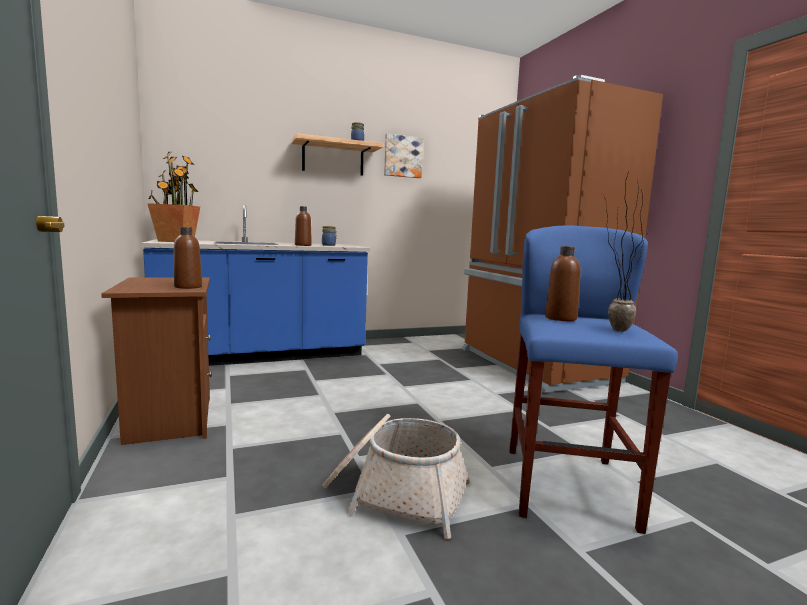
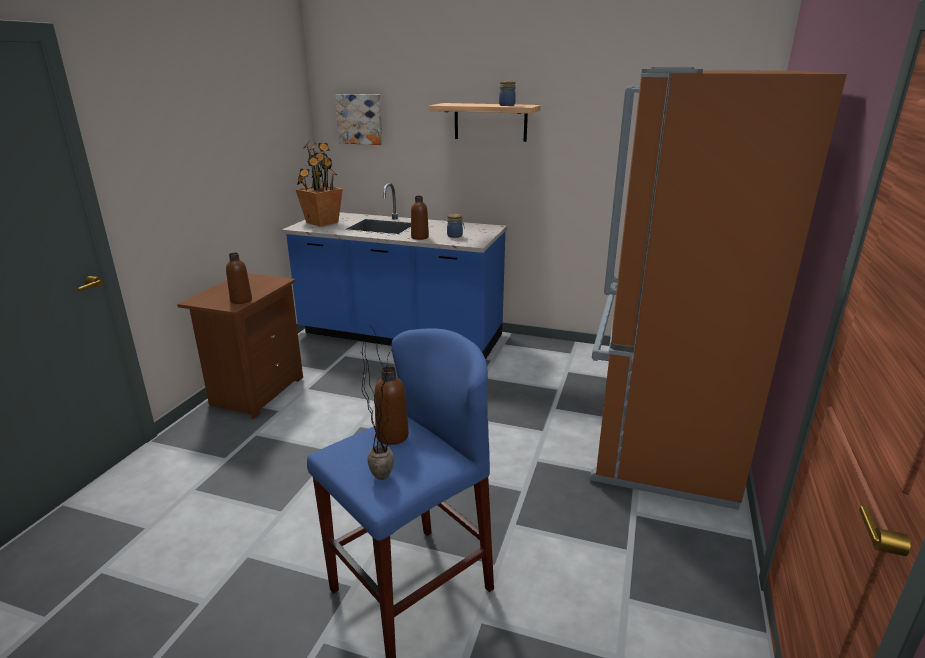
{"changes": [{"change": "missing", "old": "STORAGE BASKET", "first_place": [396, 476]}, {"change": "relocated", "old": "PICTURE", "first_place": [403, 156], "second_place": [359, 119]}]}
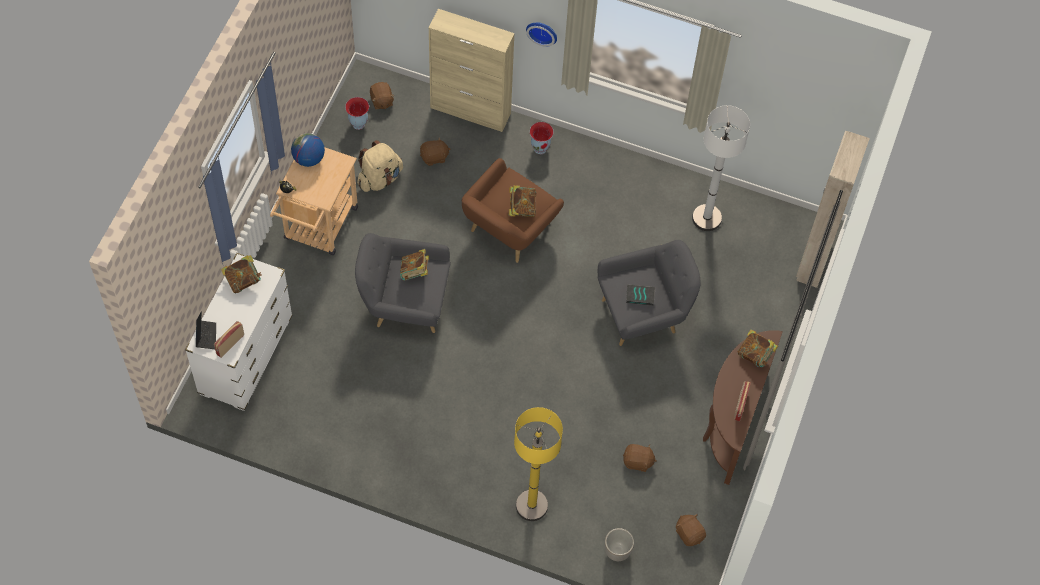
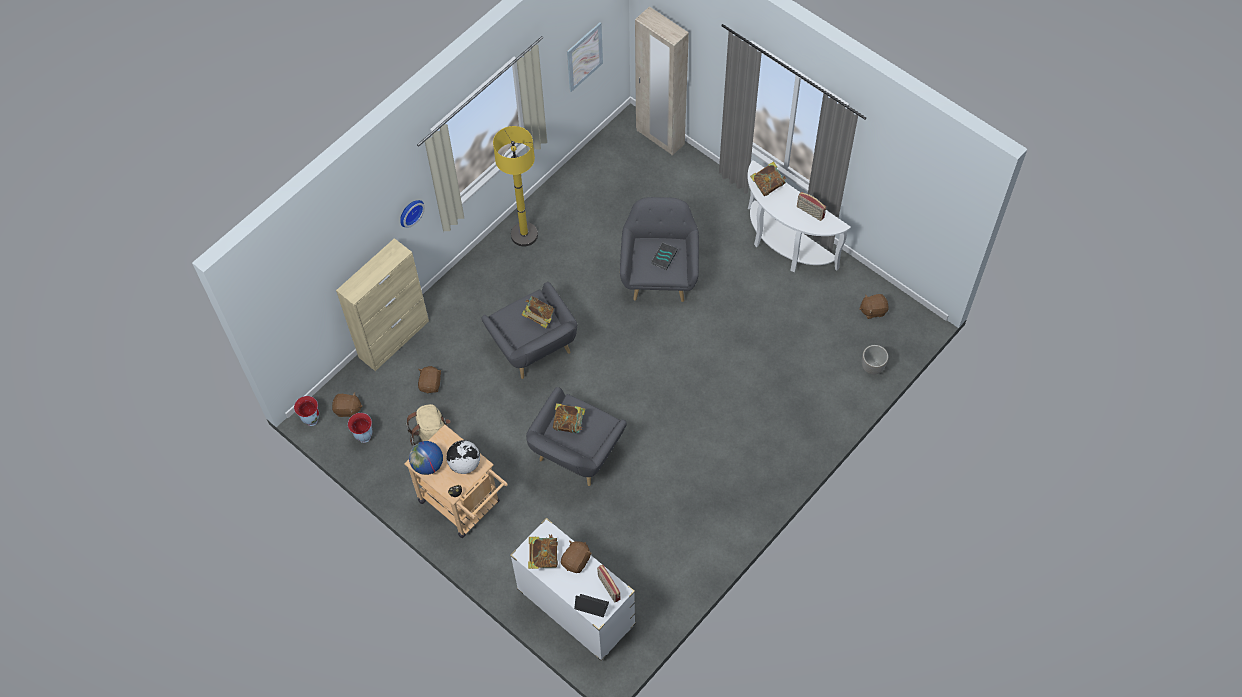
{"changes": [{"change": "missing", "old": "WHITE STANDING LAMP", "first_place": [721, 168]}, {"change": "appeared", "new": "GLOBE", "second_place": [463, 457]}, {"change": "appeared", "new": "PICTURE", "second_place": [585, 57]}, {"change": "relocated", "old": "YELLOW STANDING LAMP", "first_place": [538, 464], "second_place": [515, 186]}, {"change": "relocated", "old": "FLOWER VASE", "first_place": [542, 138], "second_place": [306, 411]}, {"change": "relocated", "old": "BROWN CUDDLY TOY", "first_place": [640, 458], "second_place": [576, 556]}, {"change": "colour", "old": "BROWN EASY CHAIR", "new": "GREYISH EASY CHAIR", "first_place": [513, 210], "second_place": [530, 330]}, {"change": "colour", "old": "BROWN NARROW TABLE", "new": "WHITE NARROW TABLE", "first_place": [742, 407], "second_place": [799, 216]}]}
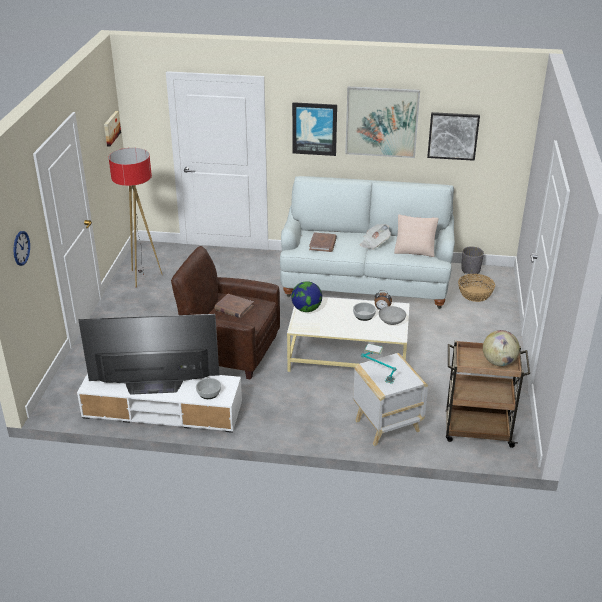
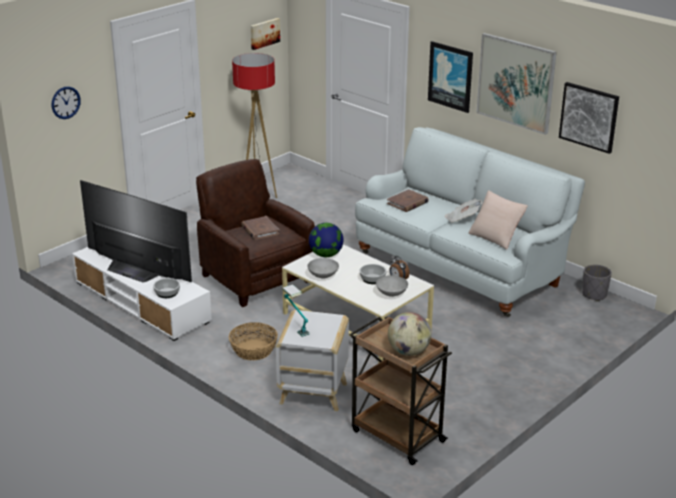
{"changes": [{"change": "appeared", "new": "GREYISH DEEP DISH", "second_place": [323, 268]}, {"change": "relocated", "old": "STORAGE BASKET", "first_place": [476, 288], "second_place": [253, 341]}]}
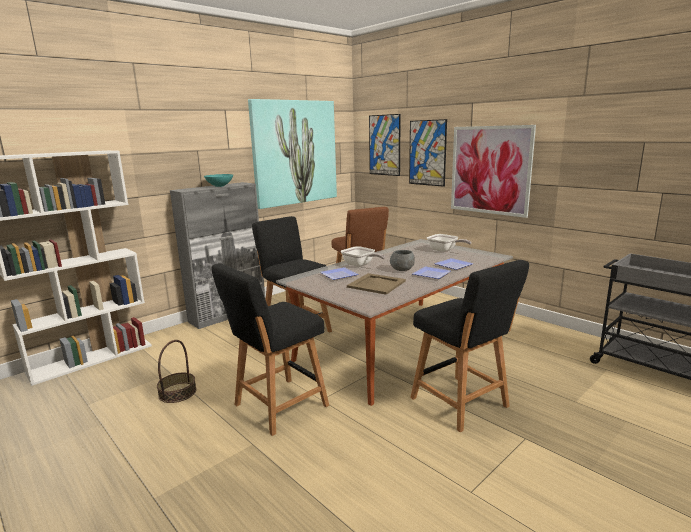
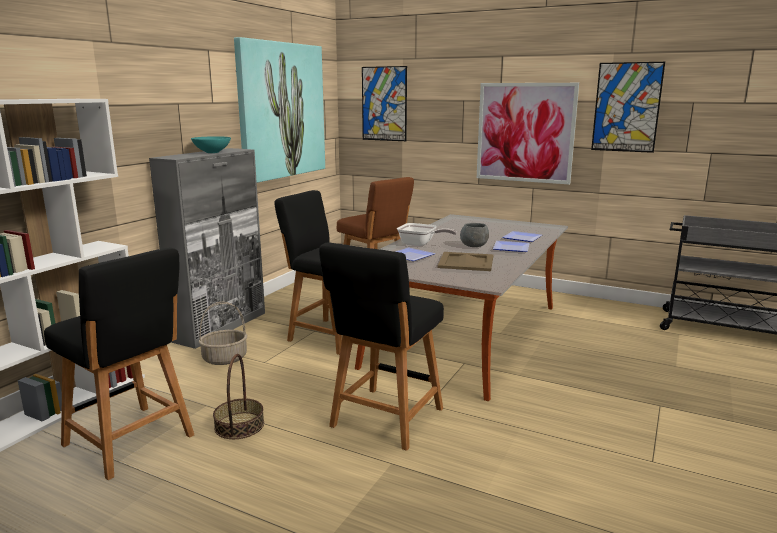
{"changes": [{"change": "missing", "old": "FRYING PAN", "first_place": [449, 243]}, {"change": "appeared", "new": "STORAGE BASKET", "second_place": [223, 333]}, {"change": "relocated", "old": "PICTURE", "first_place": [428, 153], "second_place": [628, 107]}, {"change": "relocated", "old": "BLACK SITTING STOOL", "first_place": [469, 346], "second_place": [119, 363]}]}
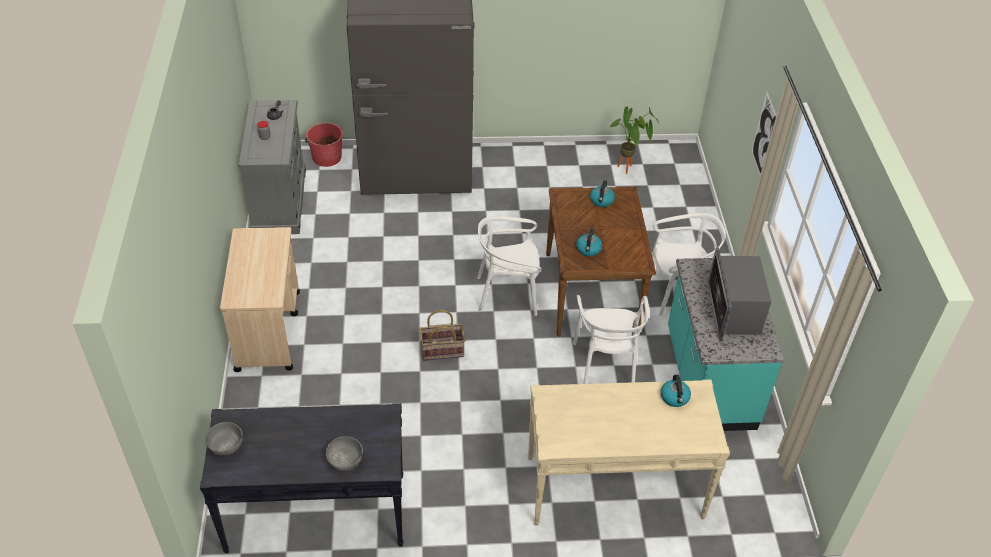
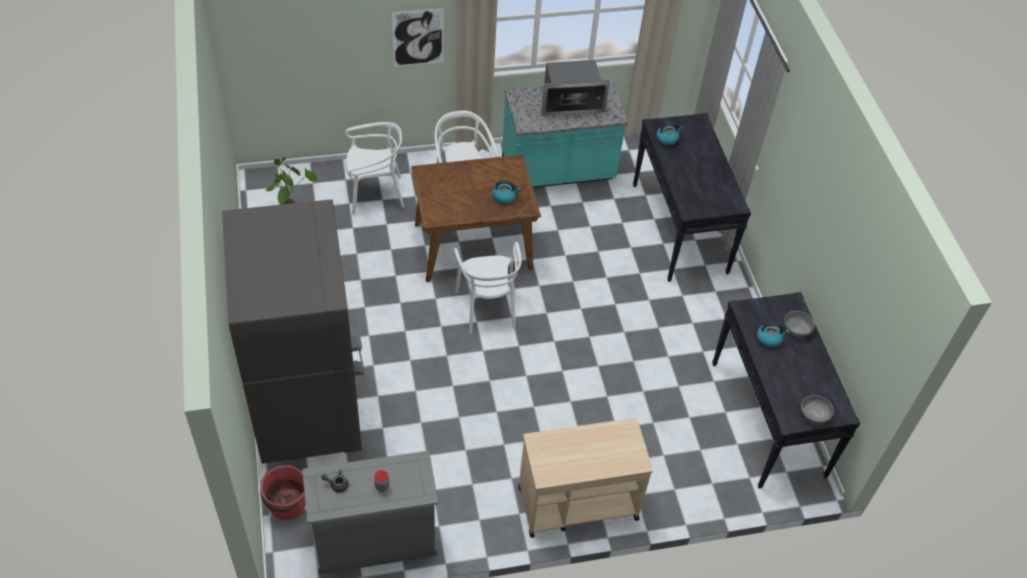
{"changes": [{"change": "missing", "old": "STORAGE BASKET", "first_place": [442, 335]}, {"change": "relocated", "old": "WHITE CHAIR", "first_place": [611, 339], "second_place": [374, 168]}, {"change": "relocated", "old": "TEA KETTLE", "first_place": [602, 193], "second_place": [773, 335]}, {"change": "colour", "old": "SAND-COLOURED NARROW TABLE", "new": "BLACK NARROW TABLE", "first_place": [629, 453], "second_place": [692, 197]}]}
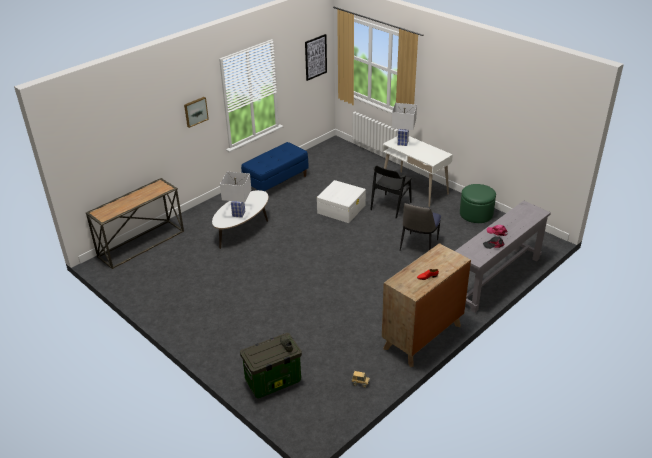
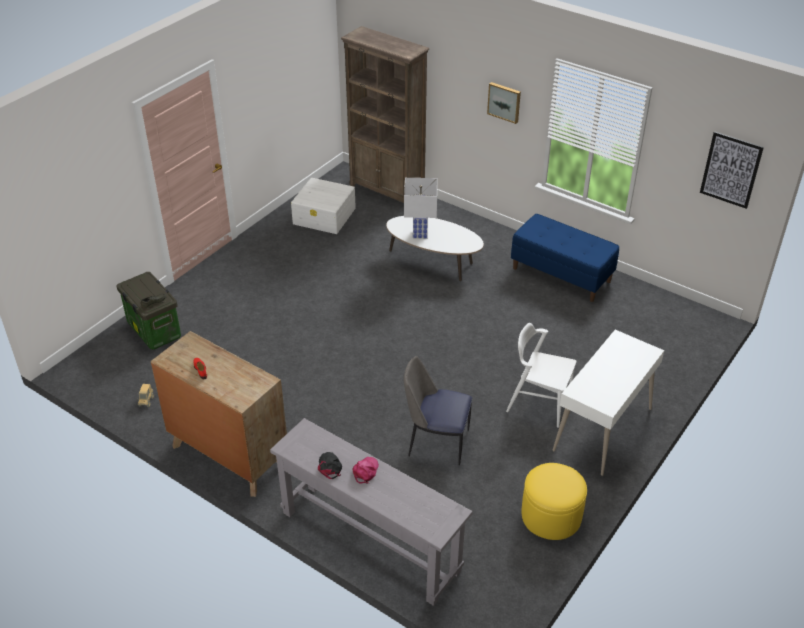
{"changes": [{"change": "missing", "old": "WHITE TABLE LAMP", "first_place": [404, 124]}, {"change": "relocated", "old": "WHITE STORAGE CONTAINER", "first_place": [341, 201], "second_place": [323, 206]}, {"change": "exchanged", "old": "NARROW TABLE", "new": "BROWN BOOKCASE", "first_place": [135, 223], "second_place": [385, 114]}, {"change": "colour", "old": "BLACK CHAIR", "new": "WHITE CHAIR", "first_place": [391, 192], "second_place": [541, 375]}, {"change": "colour", "old": "GREEN FOOTREST", "new": "YELLOW FOOTREST", "first_place": [478, 203], "second_place": [554, 501]}]}
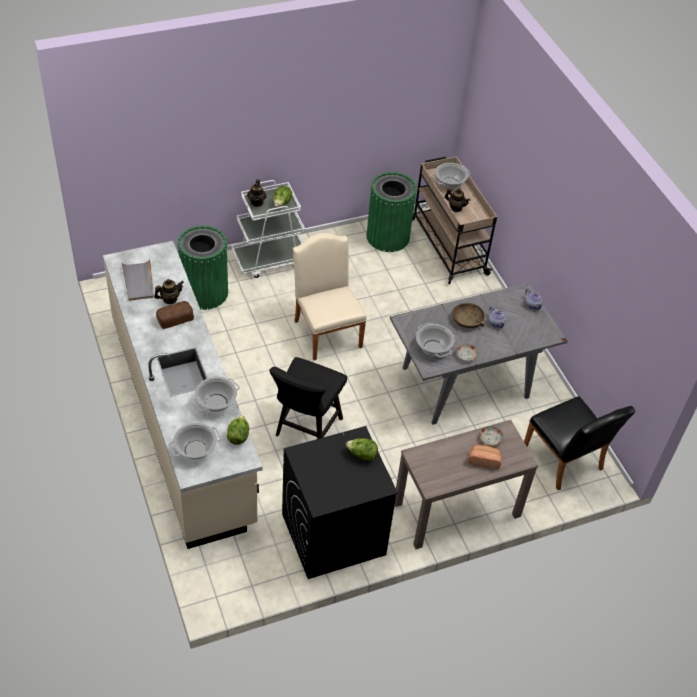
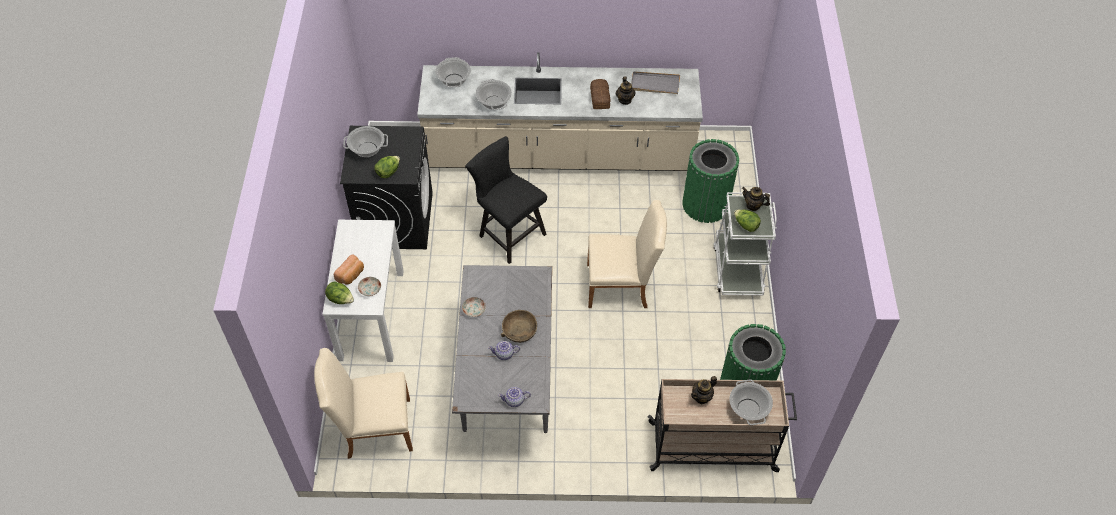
{"changes": [{"change": "relocated", "old": "LETTUCE", "first_place": [238, 430], "second_place": [339, 292]}, {"change": "relocated", "old": "COOKING POT", "first_place": [435, 340], "second_place": [365, 141]}, {"change": "colour", "old": "BROWN NARROW TABLE", "new": "WHITE NARROW TABLE", "first_place": [466, 484], "second_place": [363, 291]}, {"change": "colour", "old": "BLACK CHAIR", "new": "SAND-COLOURED CHAIR", "first_place": [580, 443], "second_place": [363, 403]}]}
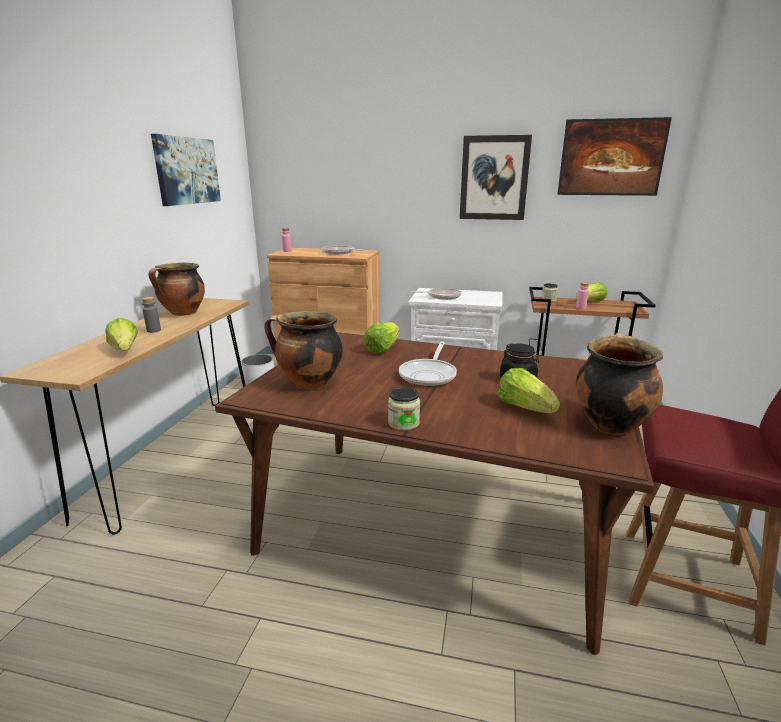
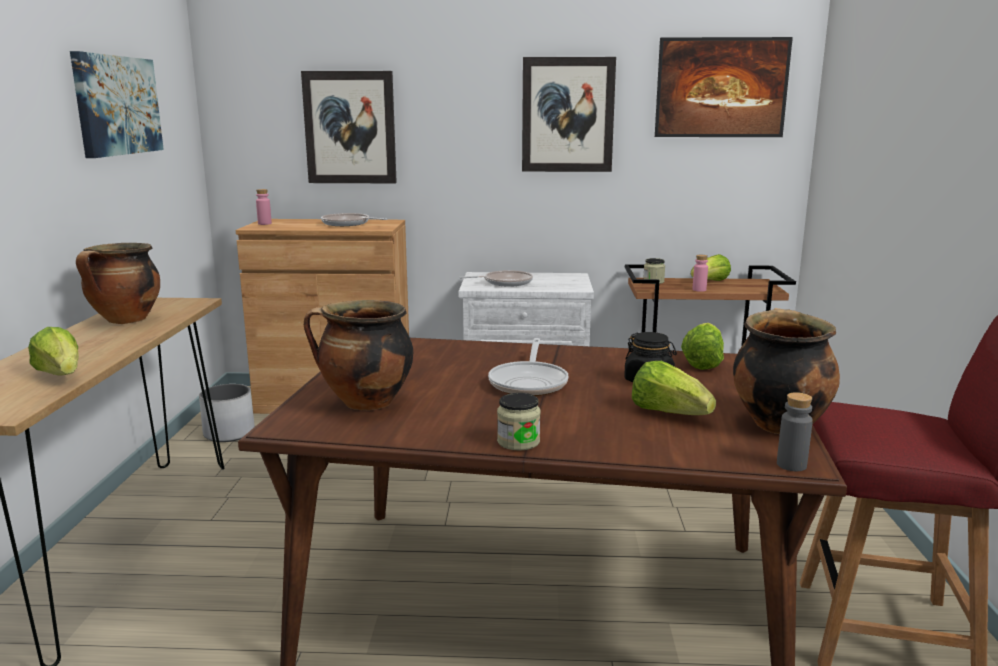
{"changes": [{"change": "appeared", "new": "PICTURE", "second_place": [349, 127]}, {"change": "relocated", "old": "GREYISH BOTTLE", "first_place": [151, 315], "second_place": [795, 431]}, {"change": "relocated", "old": "LETTUCE", "first_place": [381, 338], "second_place": [702, 346]}]}
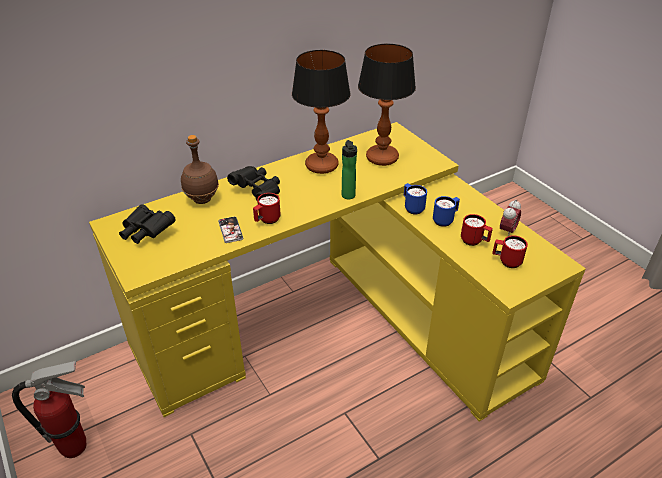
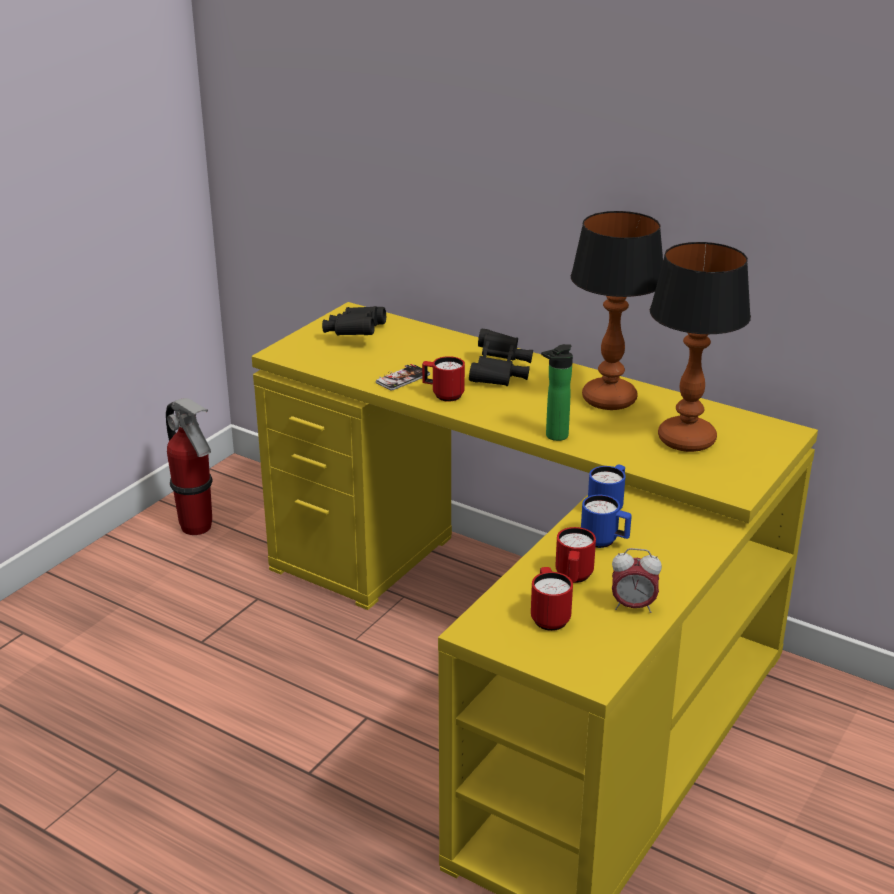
{"changes": [{"change": "missing", "old": "BROWN BOTTLE", "first_place": [200, 169]}]}
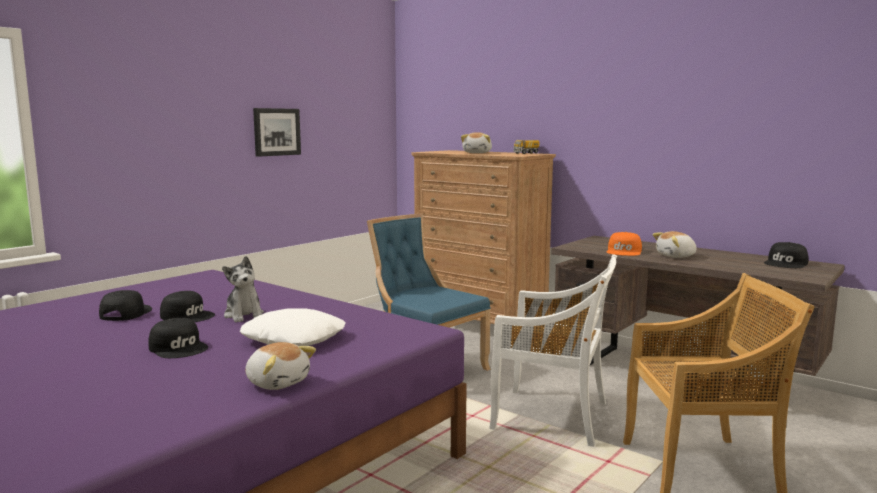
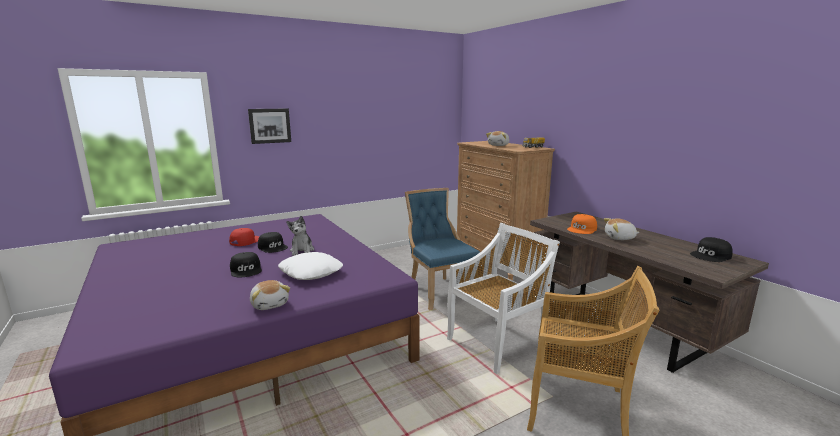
{"changes": [{"change": "relocated", "old": "PICTURE", "first_place": [277, 132], "second_place": [269, 126]}, {"change": "colour", "old": "BLACK BASEBALL CAP", "new": "RED BASEBALL CAP", "first_place": [125, 305], "second_place": [244, 237]}, {"change": "spun", "old": "WHITE CHAIR", "first_place": [553, 350], "second_place": [503, 298], "degrees": -75}]}
